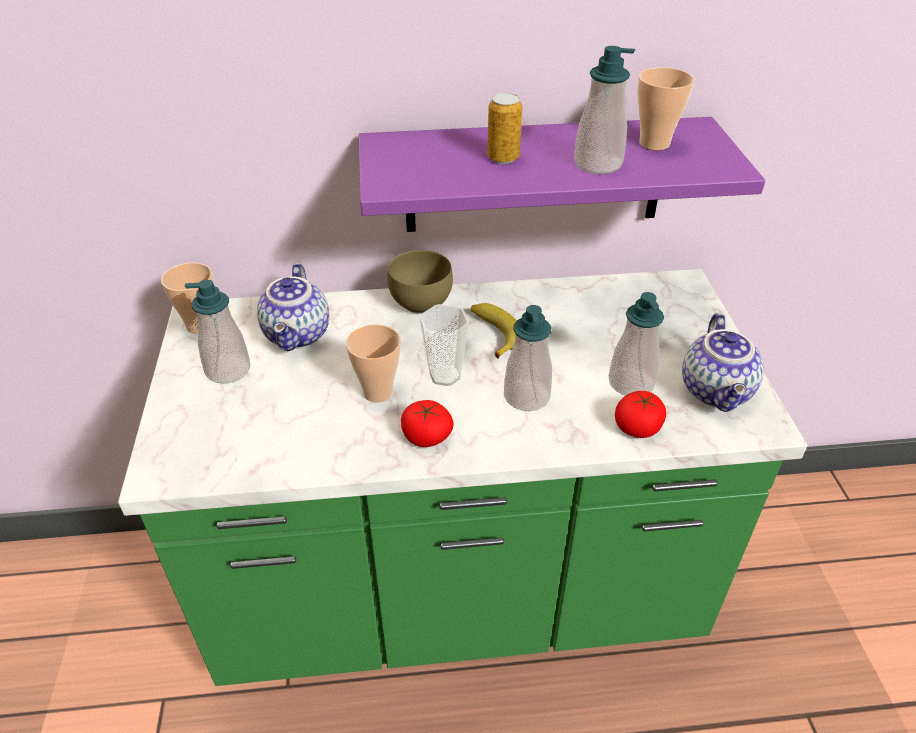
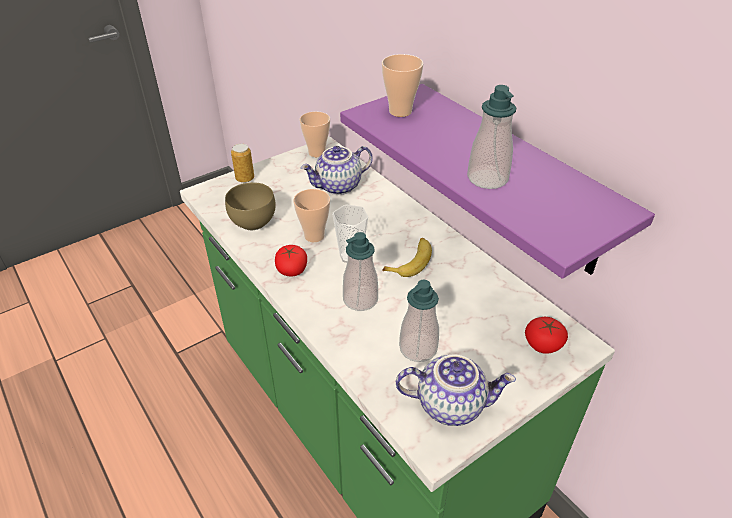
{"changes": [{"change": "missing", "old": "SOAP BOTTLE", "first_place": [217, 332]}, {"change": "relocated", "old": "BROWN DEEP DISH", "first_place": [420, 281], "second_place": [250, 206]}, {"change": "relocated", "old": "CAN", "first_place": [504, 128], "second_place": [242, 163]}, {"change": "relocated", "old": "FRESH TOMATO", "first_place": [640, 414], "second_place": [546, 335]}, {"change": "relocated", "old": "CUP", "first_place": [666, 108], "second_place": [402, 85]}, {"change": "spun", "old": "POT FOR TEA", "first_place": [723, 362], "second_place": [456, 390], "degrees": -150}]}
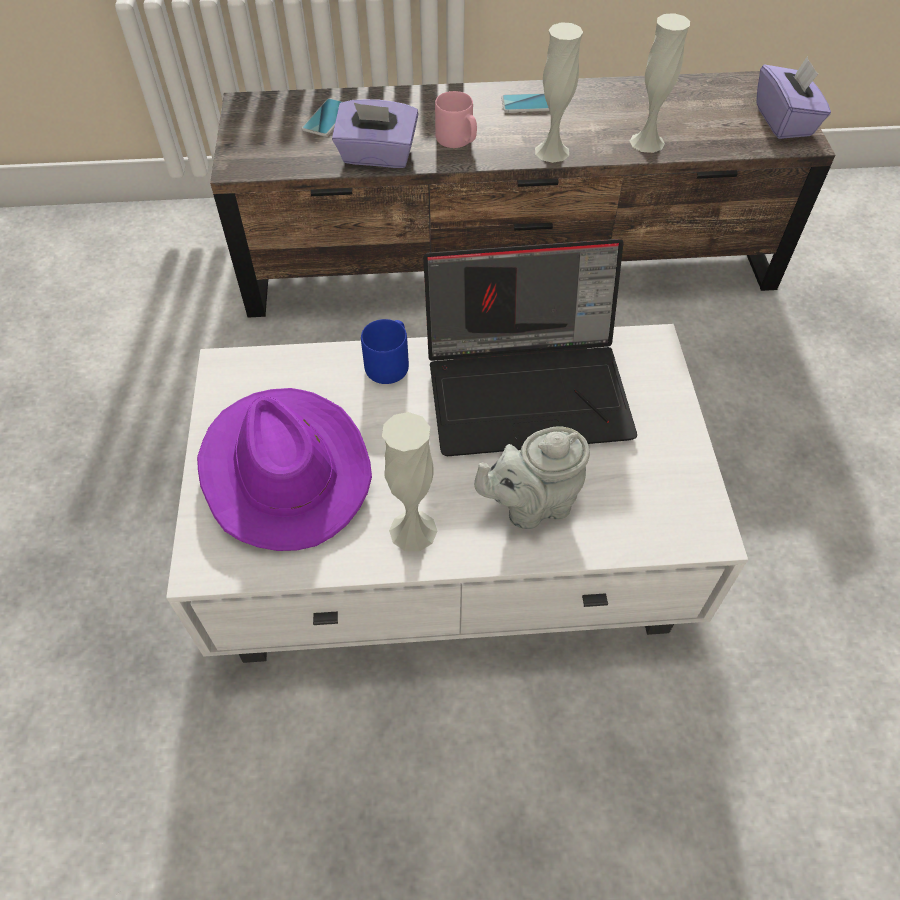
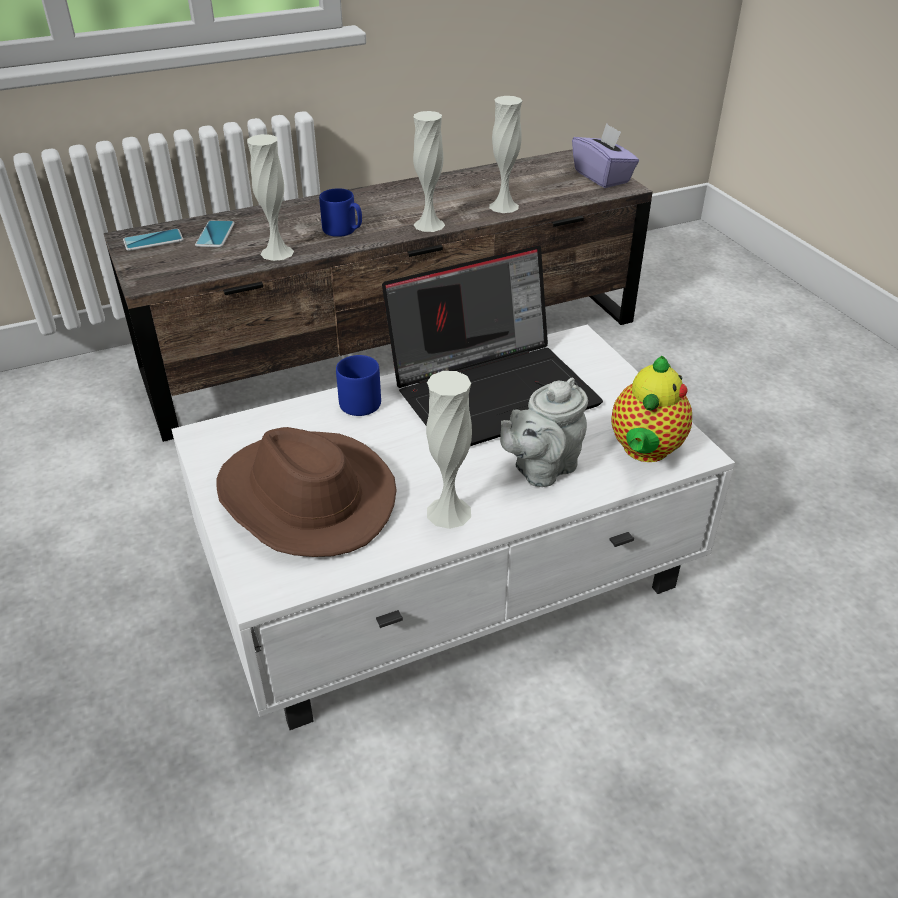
{"changes": [{"change": "appeared", "new": "POT FOR TEA", "second_place": [651, 409]}, {"change": "relocated", "old": "TELEPHONE", "first_place": [525, 102], "second_place": [153, 240]}, {"change": "exchanged", "old": "PURPLE-COLOURED TISSUE HOLDER", "new": "WHITE FLOWER VASE", "first_place": [375, 133], "second_place": [270, 197]}, {"change": "colour", "old": "PURPLE-COLOURED HAT", "new": "BROWN HAT", "first_place": [284, 469], "second_place": [306, 492]}, {"change": "colour", "old": "PINK-COLOURED COFFEE MUG", "new": "BLUE-COLOURED COFFEE MUG", "first_place": [456, 119], "second_place": [340, 212]}]}
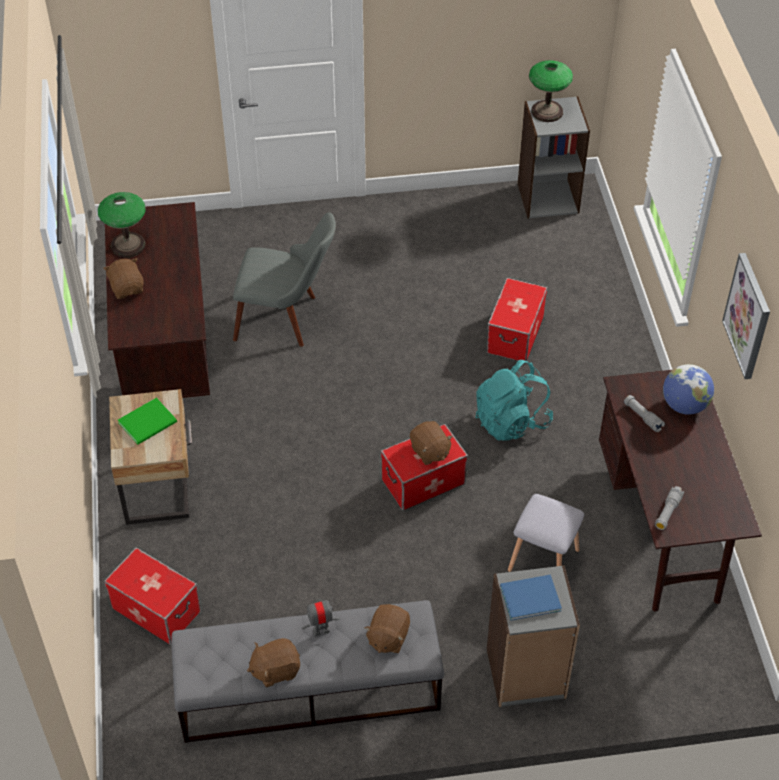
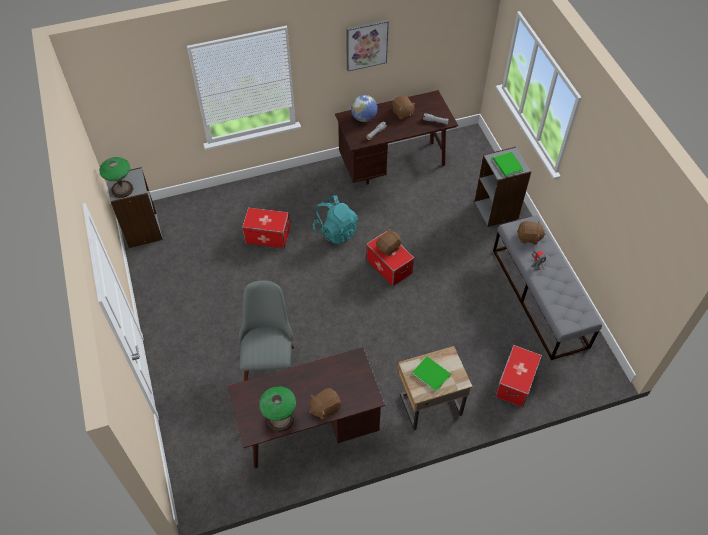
{"changes": [{"change": "missing", "old": "GREYISH SITTING STOOL", "first_place": [546, 533]}, {"change": "relocated", "old": "BROWN CUDDLY TOY", "first_place": [273, 662], "second_place": [404, 108]}, {"change": "colour", "old": "BLUE-COLOURED BOUND BOOK", "new": "GREEN BOUND BOOK", "first_place": [531, 598], "second_place": [508, 164]}]}
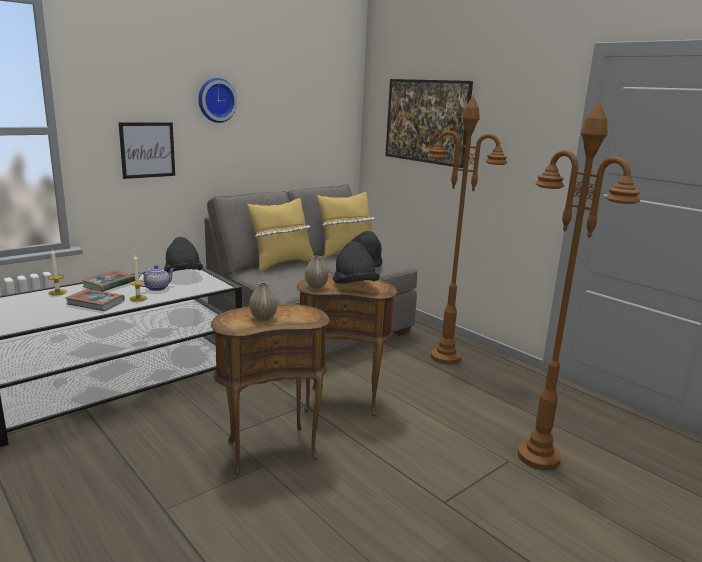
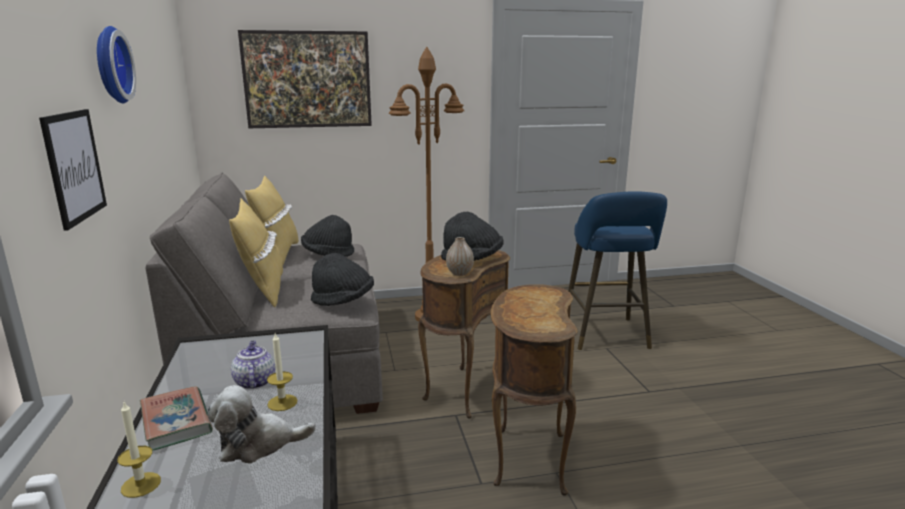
{"changes": [{"change": "missing", "old": "FLOWER VASE", "first_place": [263, 301]}, {"change": "relocated", "old": "BLACK HAT", "first_place": [183, 255], "second_place": [342, 279]}, {"change": "exchanged", "old": "BOUND BOOK", "new": "CUDDLY TOY", "first_place": [95, 300], "second_place": [261, 424]}, {"change": "exchanged", "old": "BROWN STANDING LAMP", "new": "BLUE-COLOURED SITTING STOOL", "first_place": [579, 286], "second_place": [617, 270]}]}
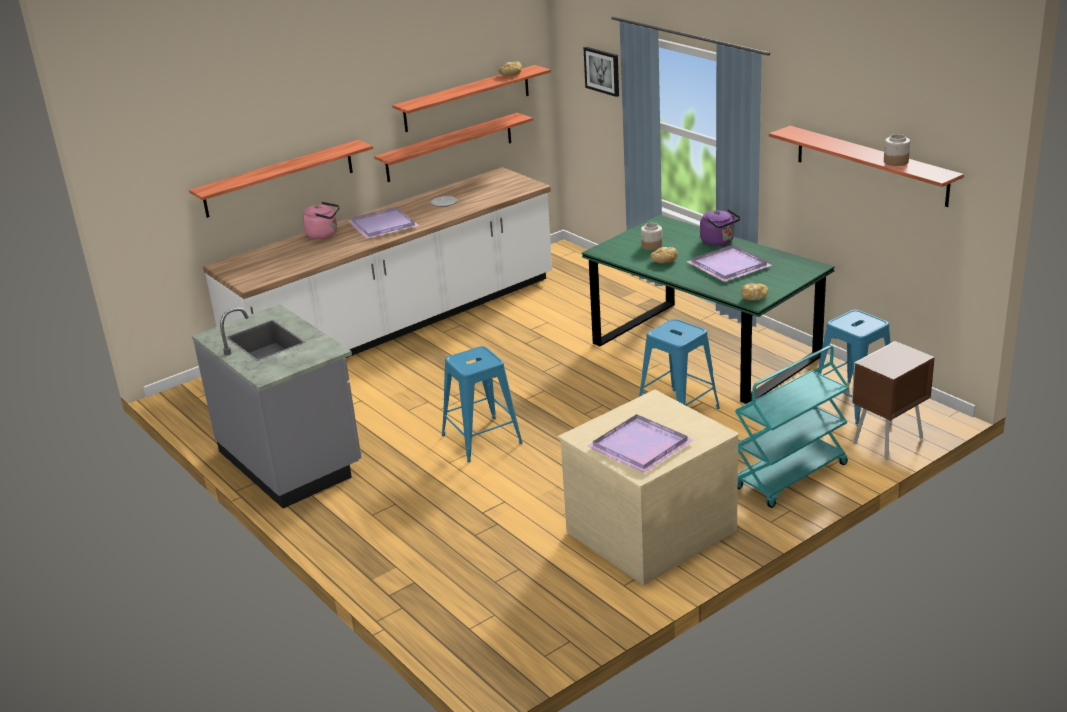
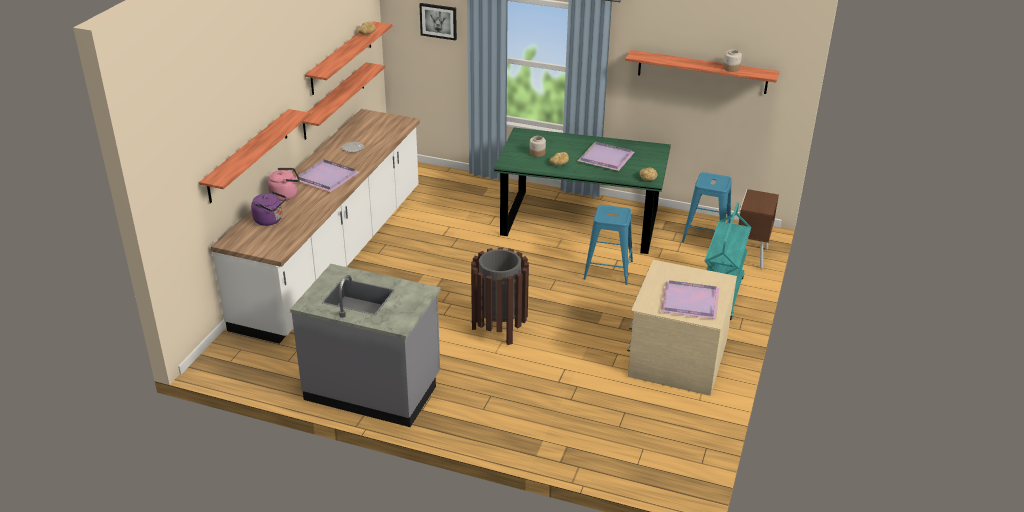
{"changes": [{"change": "relocated", "old": "PURPLE-COLOURED TEA KETTLE", "first_place": [720, 227], "second_place": [268, 208]}, {"change": "exchanged", "old": "BLUE-COLOURED SITTING STOOL", "new": "BROWN RUBBISH BIN", "first_place": [482, 404], "second_place": [500, 296]}]}
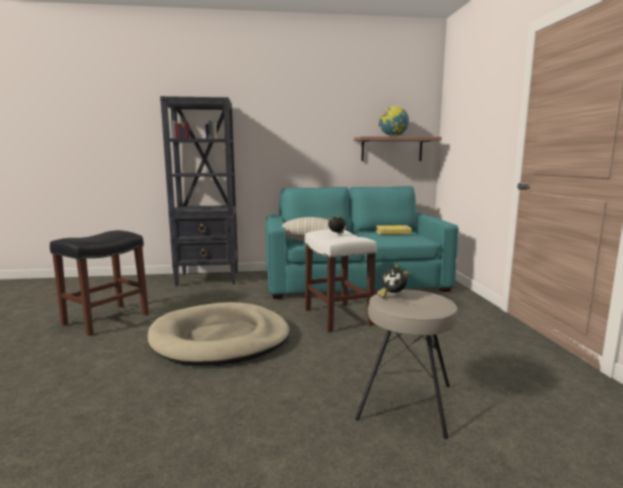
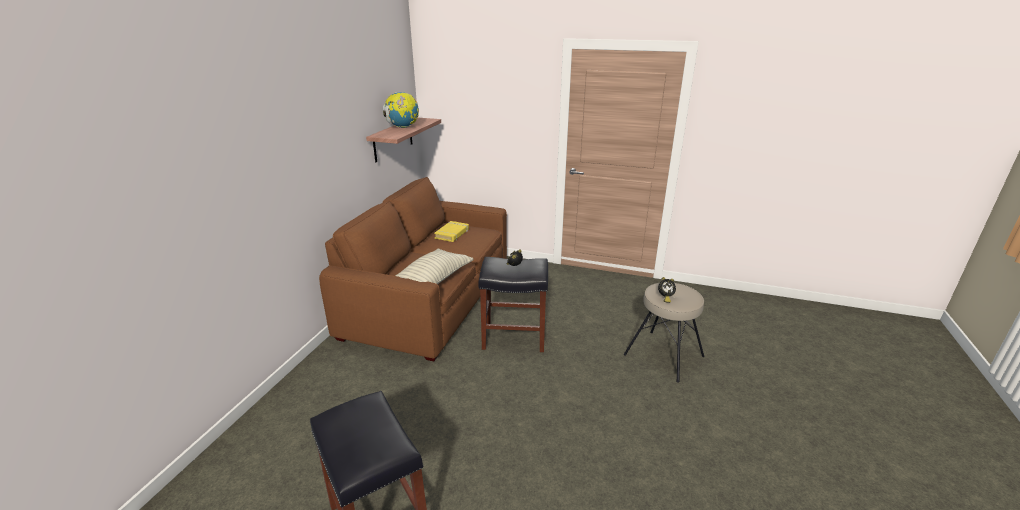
{"changes": [{"change": "missing", "old": "SAND-COLOURED PET BED", "first_place": [219, 334]}, {"change": "missing", "old": "BLACK BOOKCASE", "first_place": [199, 191]}, {"change": "colour", "old": "TURQUOISE-COLOURED SETTEE", "new": "BROWN SETTEE", "first_place": [362, 242], "second_place": [413, 269]}, {"change": "colour", "old": "WHITE SITTING STOOL", "new": "BLACK SITTING STOOL", "first_place": [340, 280], "second_place": [513, 304]}]}
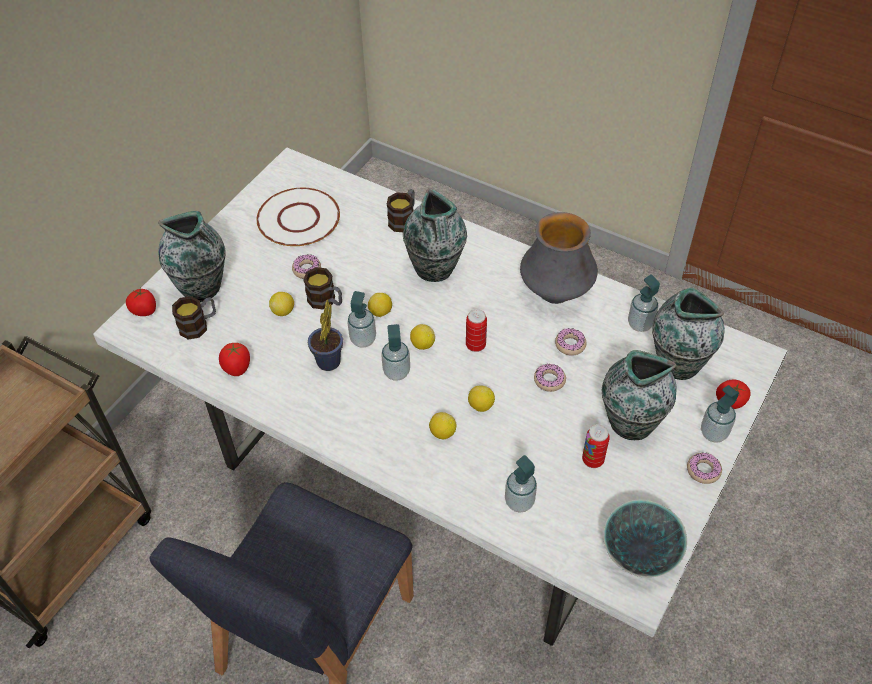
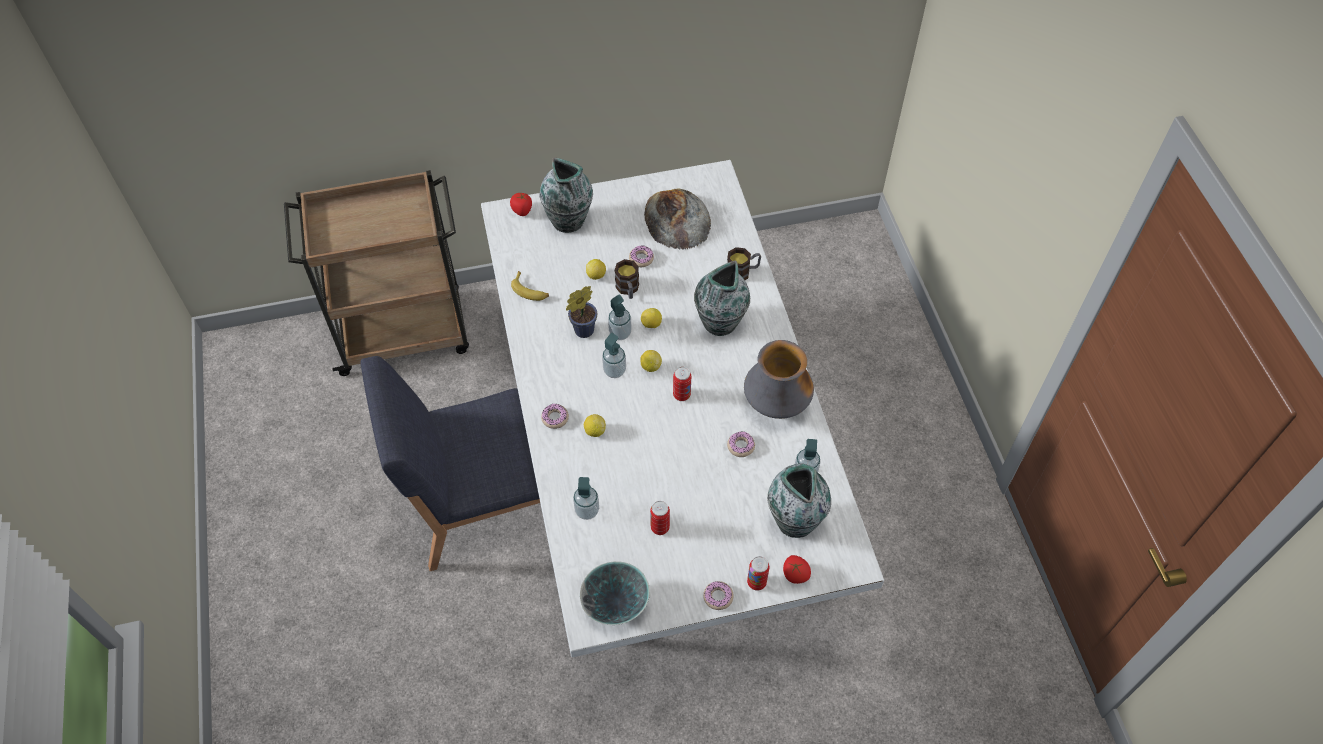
{"changes": [{"change": "missing", "old": "COFFEE MUG", "first_place": [194, 318]}, {"change": "missing", "old": "CITRUS FRUIT", "first_place": [481, 398]}, {"change": "missing", "old": "FLOWER VASE", "first_place": [639, 395]}, {"change": "relocated", "old": "DONUT", "first_place": [550, 378], "second_place": [555, 416]}, {"change": "exchanged", "old": "FRESH TOMATO", "new": "BANANA FRUIT", "first_place": [234, 359], "second_place": [530, 286]}, {"change": "exchanged", "old": "WHITE DINNER PLATE", "new": "BAKED BREAD", "first_place": [298, 217], "second_place": [677, 219]}, {"change": "exchanged", "old": "SOAP BOTTLE", "new": "CAN", "first_place": [720, 414], "second_place": [758, 573]}]}
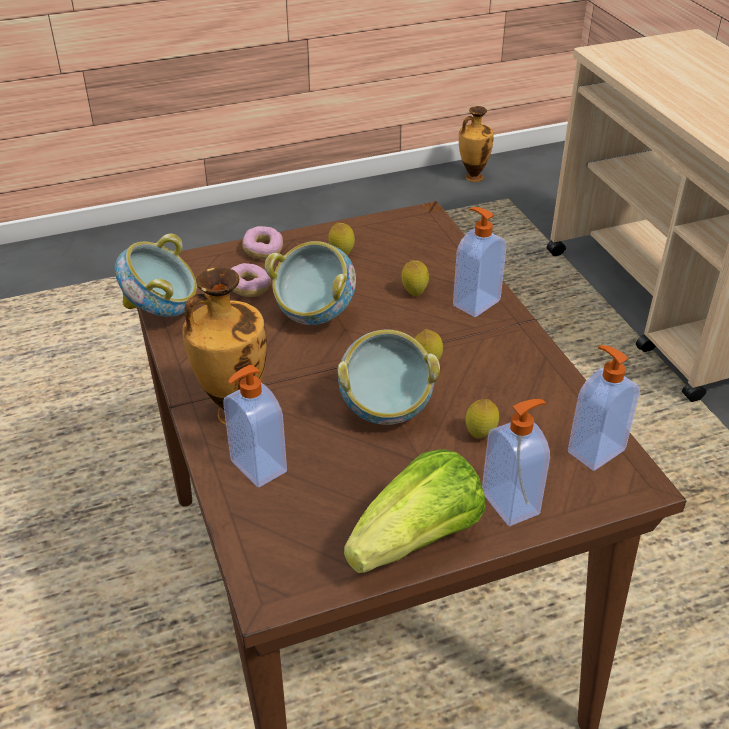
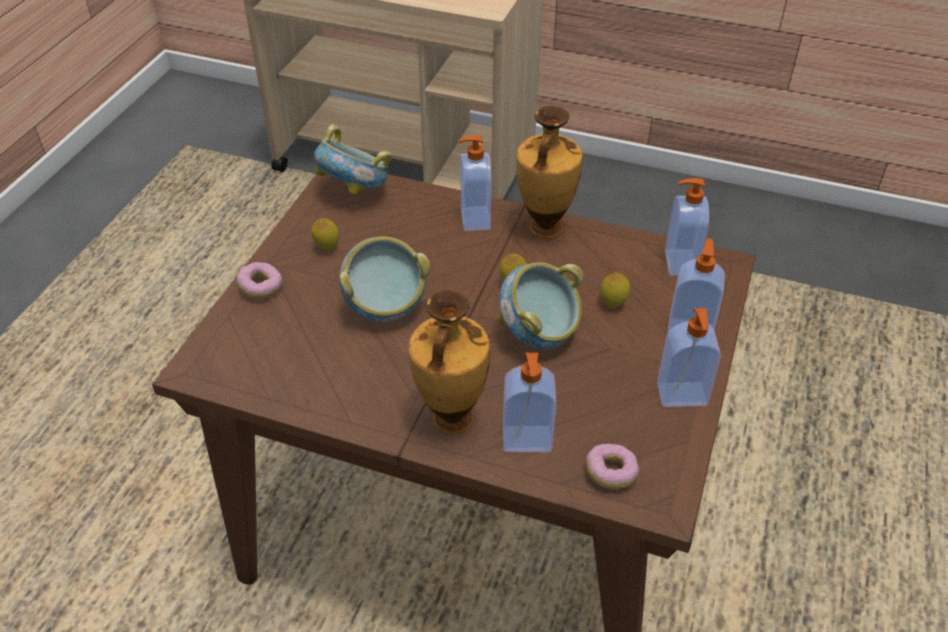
{"changes": [{"change": "missing", "old": "CITRUS FRUIT", "first_place": [415, 278]}, {"change": "relocated", "old": "DEEP DISH", "first_place": [156, 275], "second_place": [353, 159]}, {"change": "relocated", "old": "DONUT", "first_place": [251, 280], "second_place": [612, 467]}, {"change": "relocated", "old": "FLOWER VASE", "first_place": [476, 144], "second_place": [549, 172]}, {"change": "exchanged", "old": "LETTUCE", "new": "SOAP BOTTLE", "first_place": [415, 511], "second_place": [689, 357]}]}
